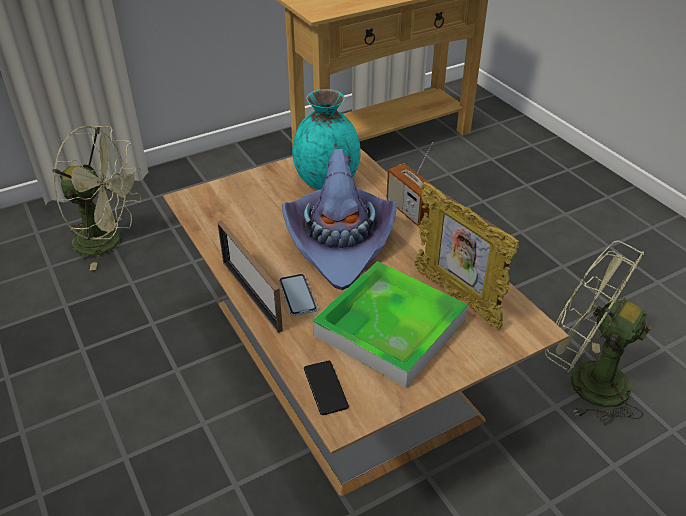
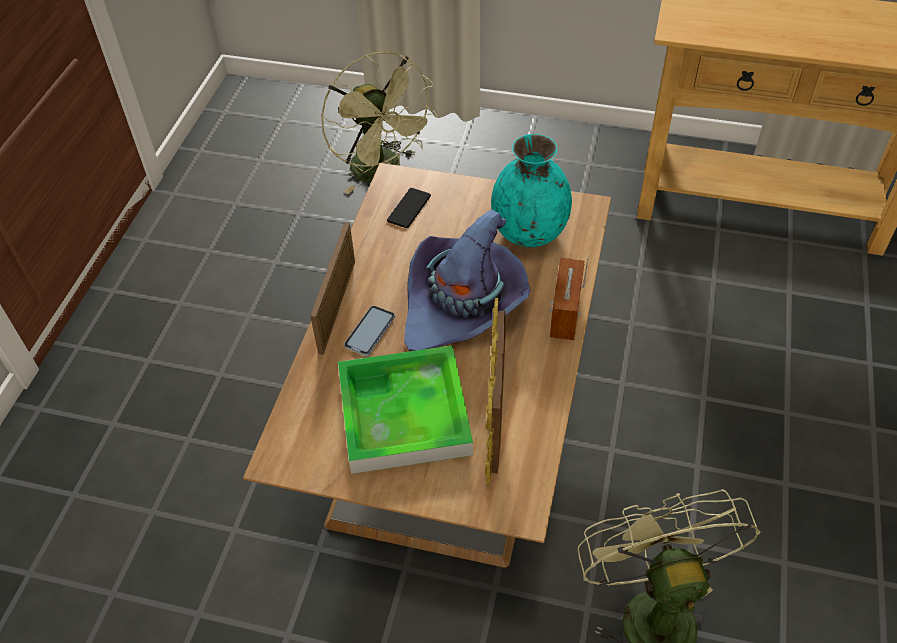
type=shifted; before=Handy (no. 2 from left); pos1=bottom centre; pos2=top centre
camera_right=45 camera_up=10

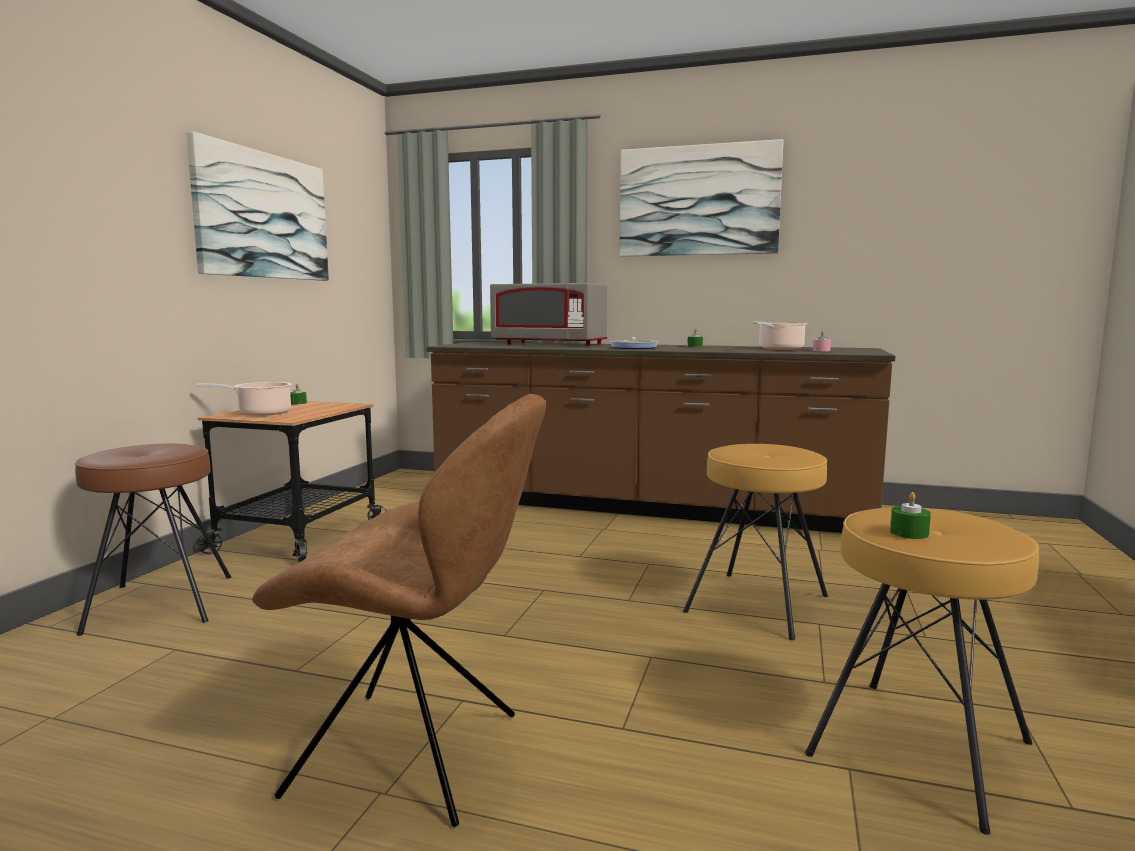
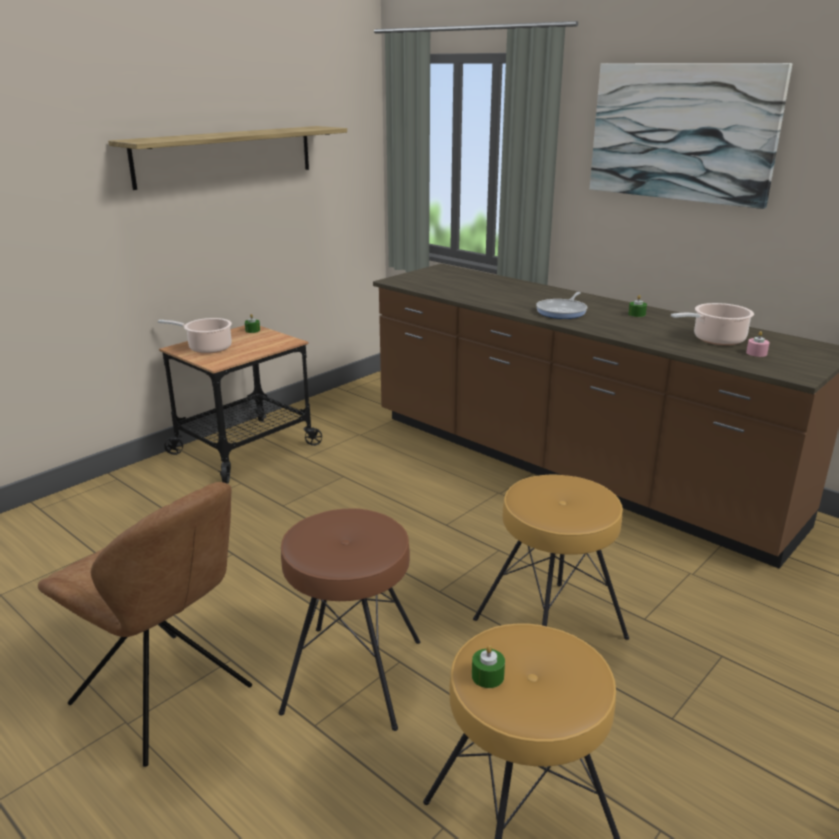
type=swapped; before=Bild (no. 1 from left); after=Wandregal; pos1=top left; pos2=top left
type=gone; before=Mikrowelle/grau; pos1=centre
type=shifted; before=Hocker/braun (no. 1 from left); pos1=middle left; pos2=bottom centre
camera_right=25 camera_up=15

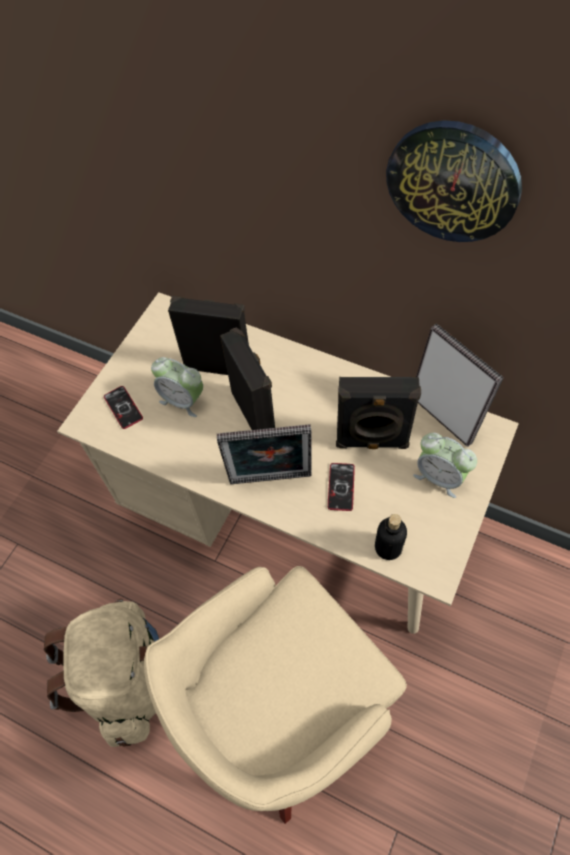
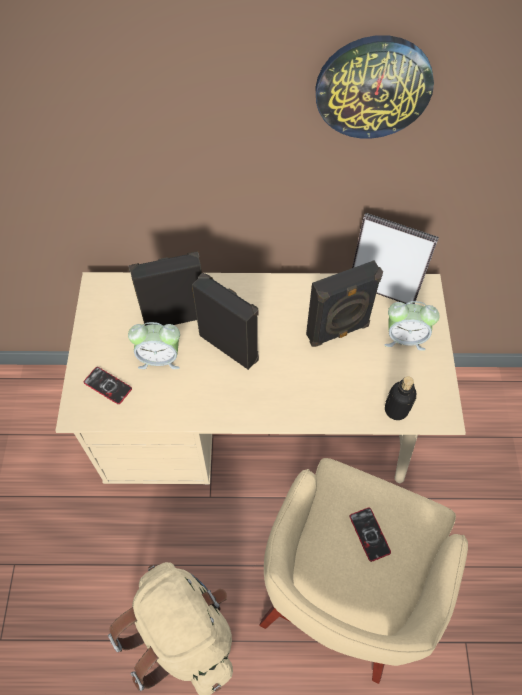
type=gone; before=Bilderrahmen (no. 1 from left); pos1=centre
type=shifted; before=Handy (no. 2 from left); pos1=centre; pos2=bottom right
camera_right=-30 camera_up=0

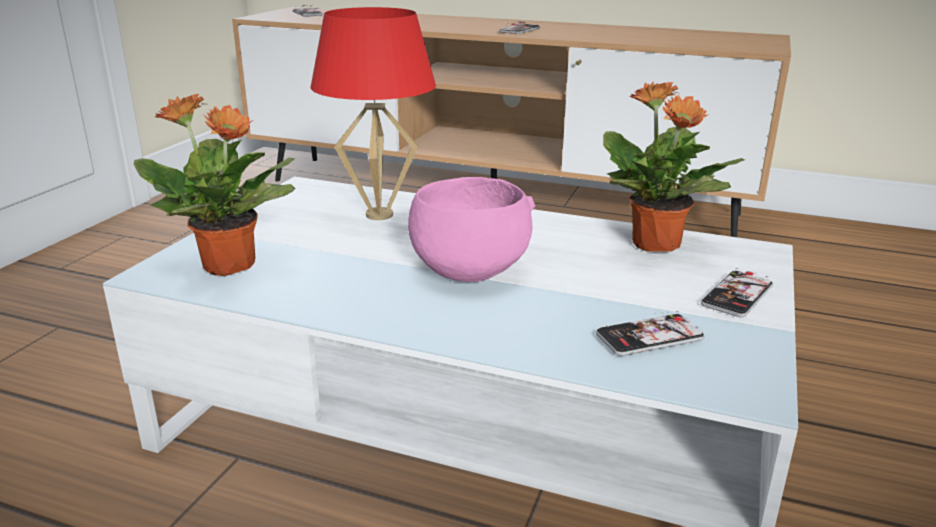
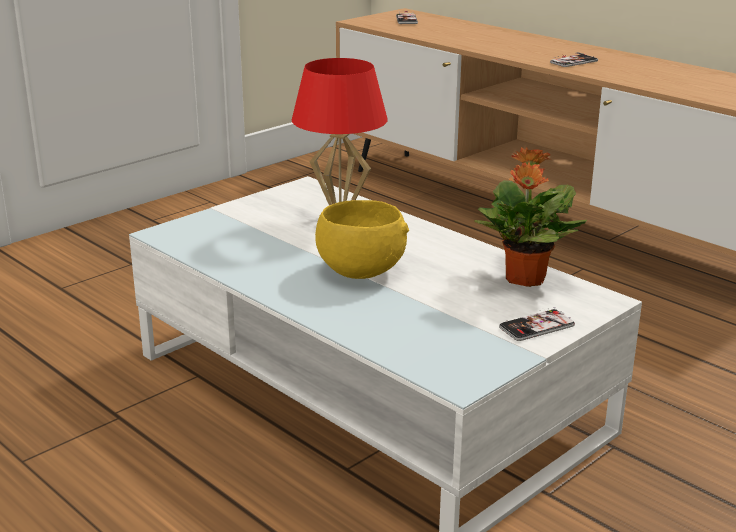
type=gone; before=Topfpflanze (no. 1 from left); pos1=middle left
type=repainted; before=Schüssel/rosa; after=Schüssel/gelb; pos1=centre; pos2=centre
type=gone; before=Handy (no. 3 from left); pos1=middle right
camera_right=25 camera_up=0

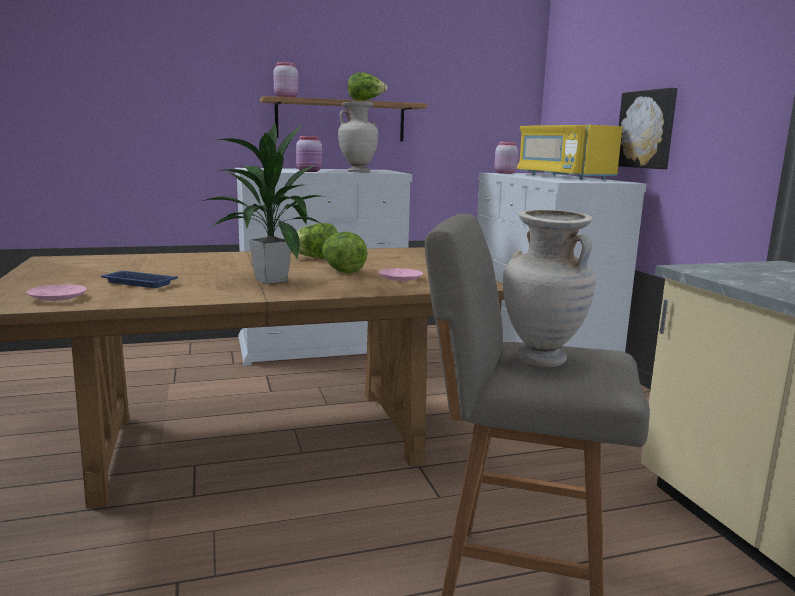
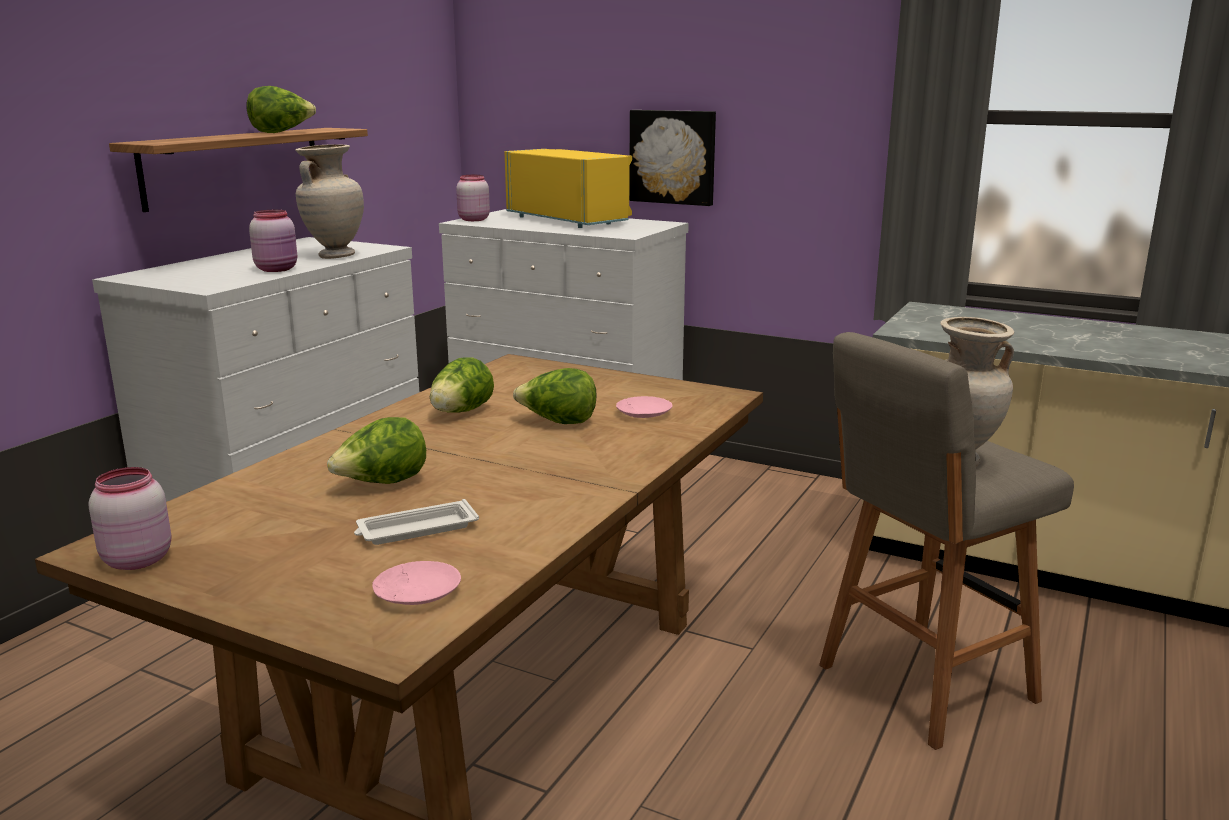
type=shifted; before=Vorratsglas/rosa (no. 1 from left); pos1=top centre; pos2=middle left
type=gone; before=Topfpflanze; pos1=middle left
type=rotated; before=Mikrowelle/gelb; pos1=top right; pos2=top centre; turn=-150
type=repainted; before=Tablett/blau; after=Tablett/weiß; pos1=middle left; pos2=centre
type=new; after=Salatkopf (no. 2 from left); pos2=middle left
camera_right=-45 camera_up=5

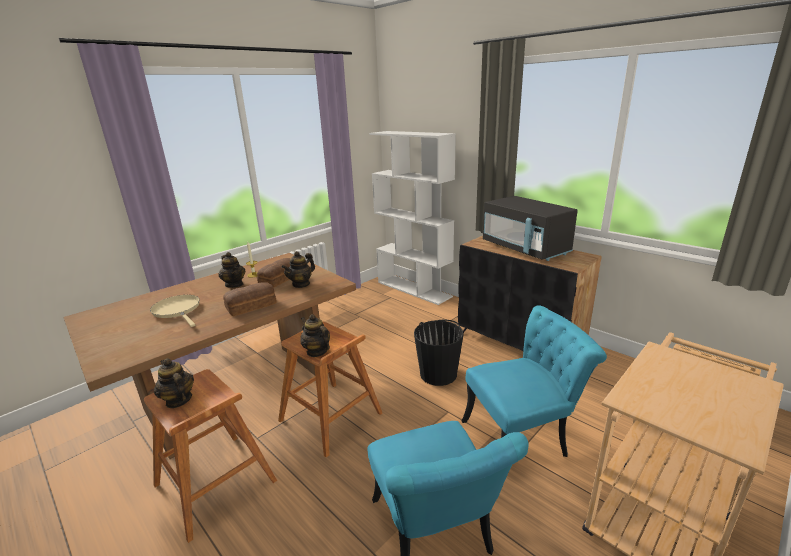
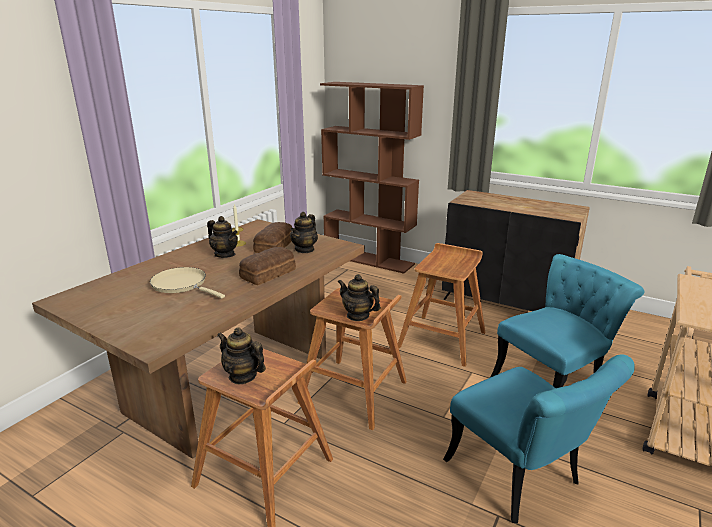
type=repainted; before=Bücherregal/weiß; after=Bücherregal/braun; pos1=centre; pos2=centre
type=gone; before=Mikrowelle/schwarz; pos1=middle right
type=swapped; before=Eimer/schwarz; after=Hocker/braun (no. 3 from left); pos1=centre; pos2=centre
camera_right=-15 camera_up=0

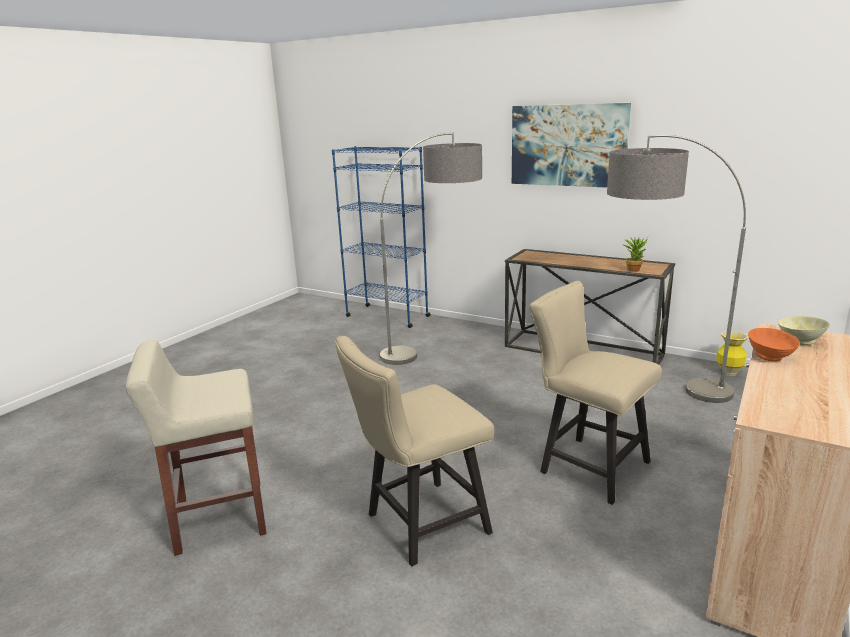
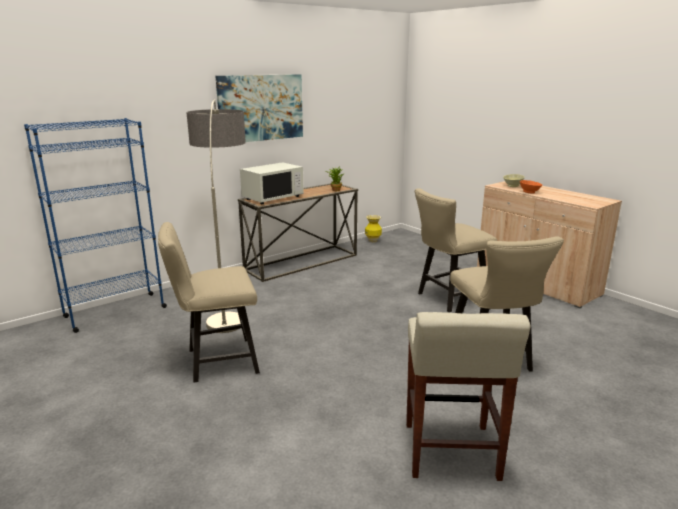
type=gone; before=Stehlampe (no. 2 from left); pos1=middle right
type=new; after=Mikrowelle/weiß; pos2=centre
type=new; after=Stuhl/beige (no. 1 from left); pos2=middle left
camera_right=-70 camera_up=0

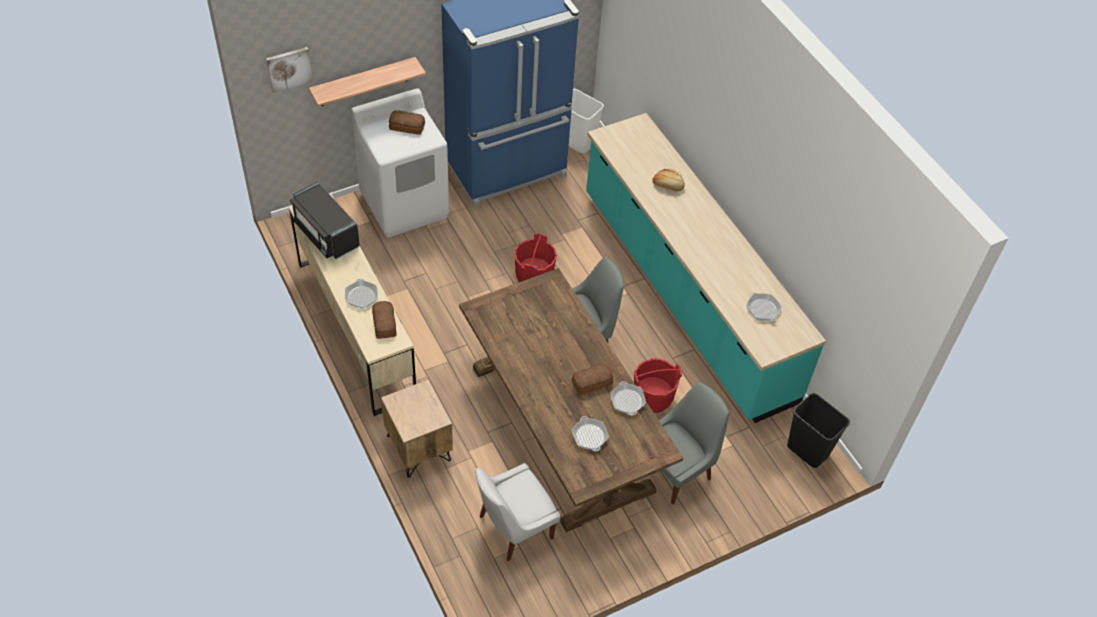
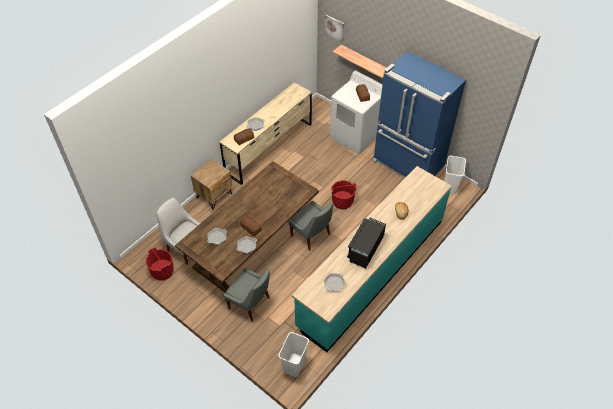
type=shifted; before=Mikrowelle/schwarz; pos1=middle left; pos2=centre
type=shifted; before=Eimer/rot (no. 2 from left in the first image); after=Eimer/rot (no. 1 from left); pos1=centre; pos2=middle left
type=repainted; before=Mülleimer/schwarz; after=Mülleimer/weiß (no. 1 from left); pos1=bottom right; pos2=bottom centre
camera_right=70 camera_up=0

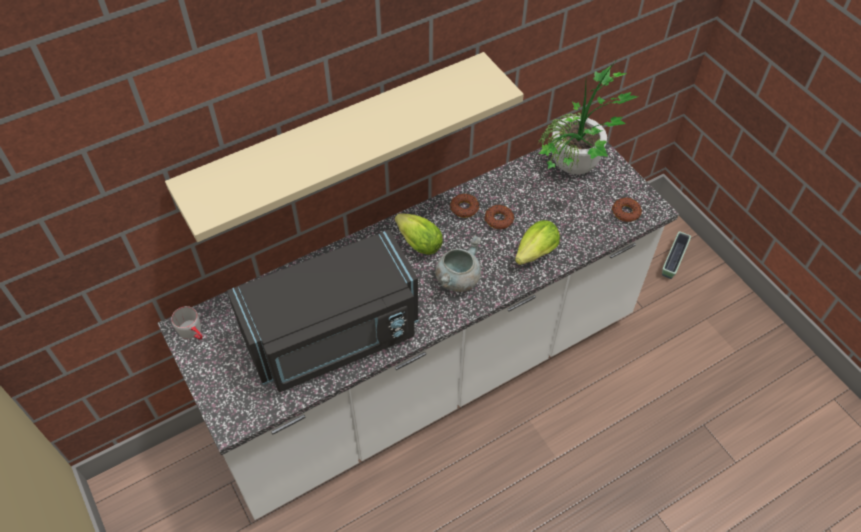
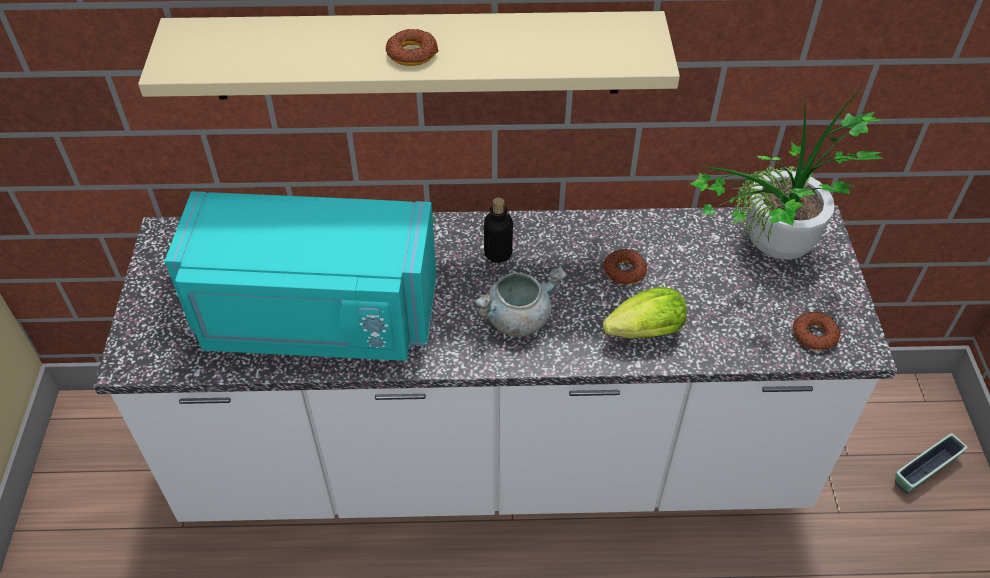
type=shifted; before=Donut (no. 1 from left); pos1=centre; pos2=top centre
type=swapped; before=Salatkopf (no. 1 from left); after=Flasche; pos1=centre; pos2=centre
type=repainted; before=Mikrowelle/schwarz; after=Mikrowelle/türkis; pos1=centre; pos2=middle left
type=gone; before=Henkelbecher/grau; pos1=middle left
camera_right=30 camera_up=-5

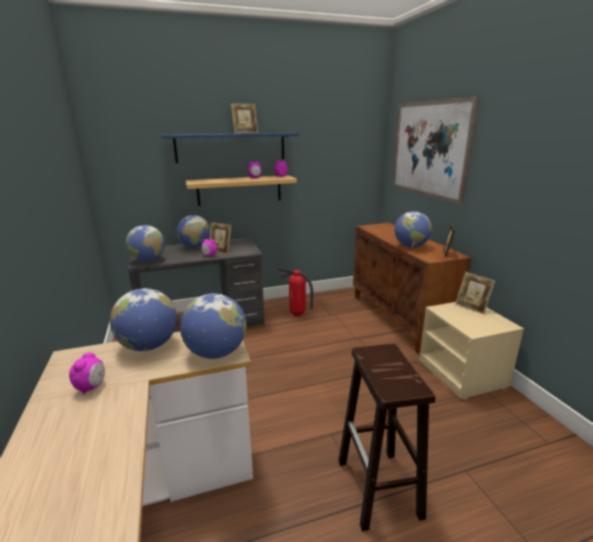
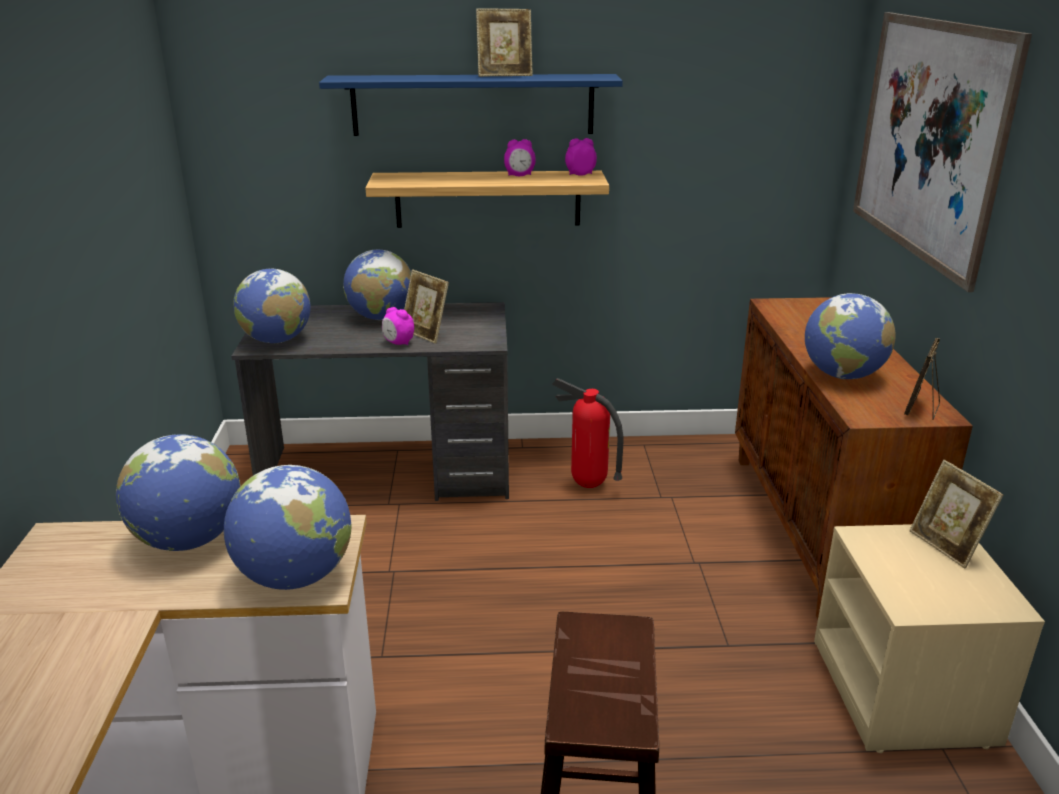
type=gone; before=Wecker (no. 1 from left); pos1=bottom left
camera_right=15 camera_up=5

